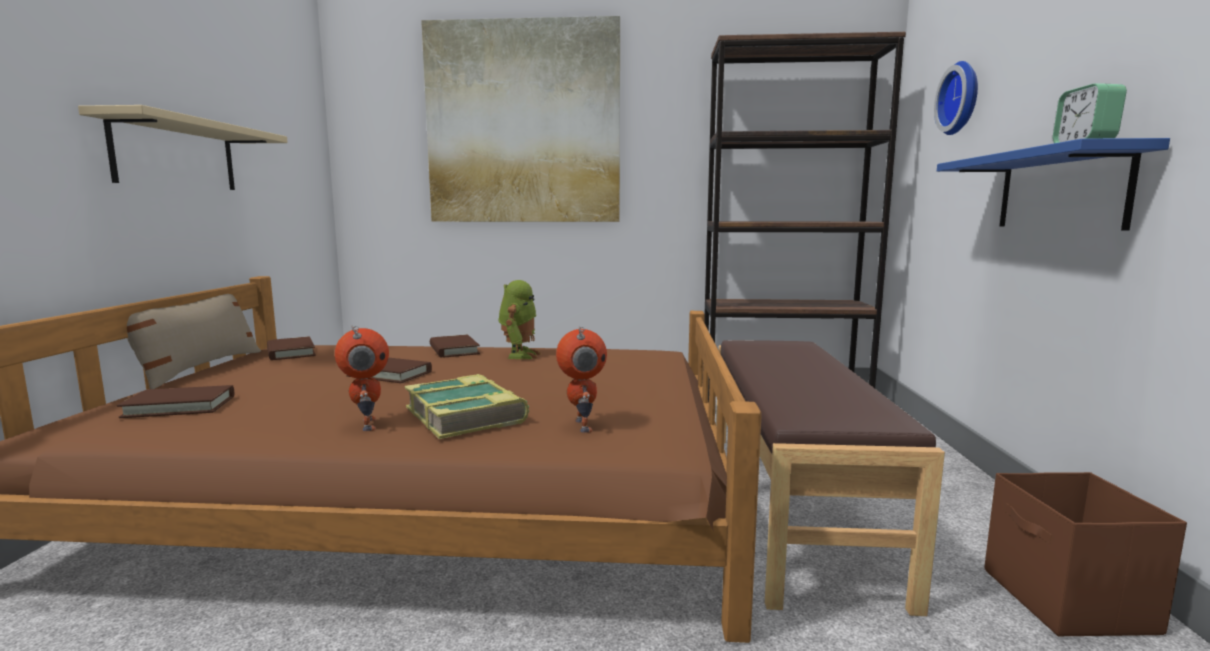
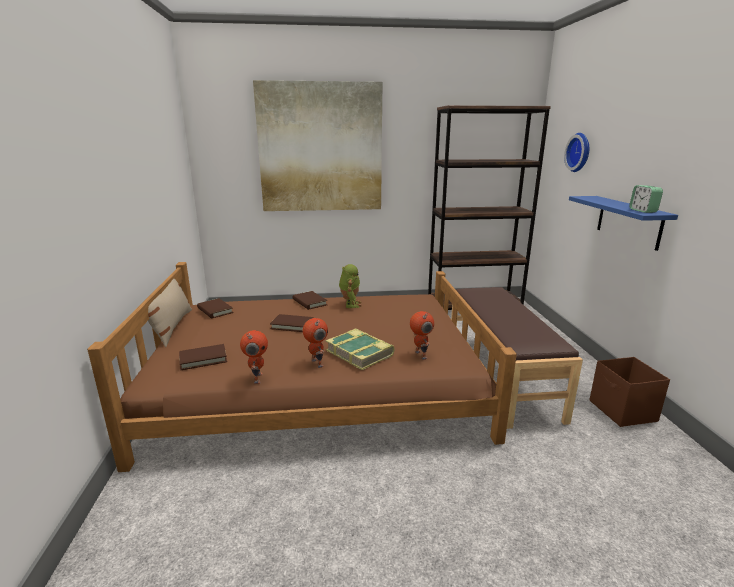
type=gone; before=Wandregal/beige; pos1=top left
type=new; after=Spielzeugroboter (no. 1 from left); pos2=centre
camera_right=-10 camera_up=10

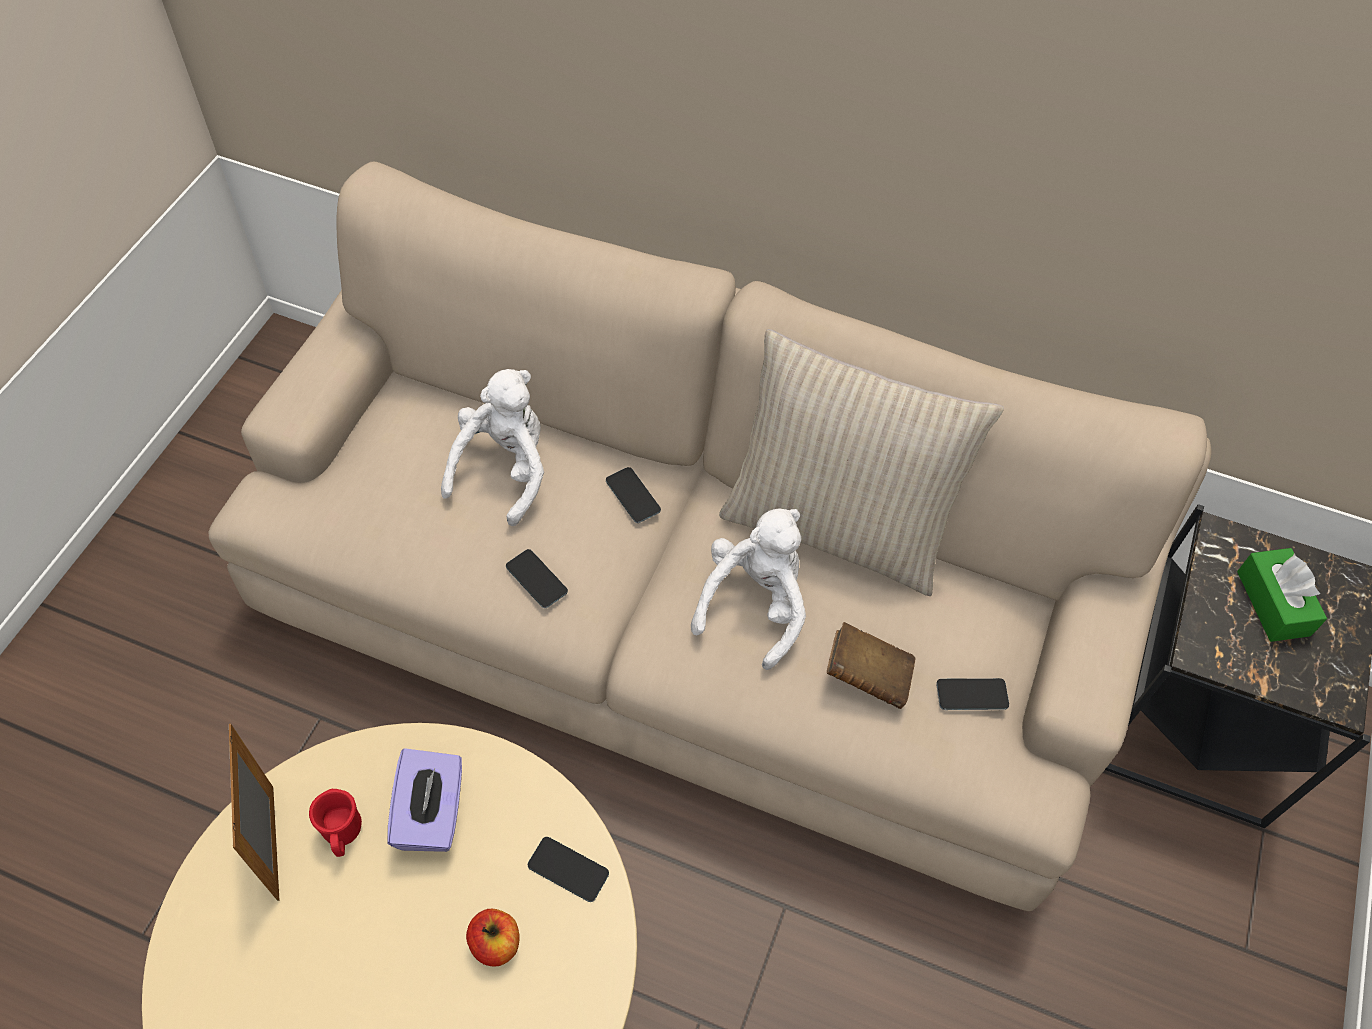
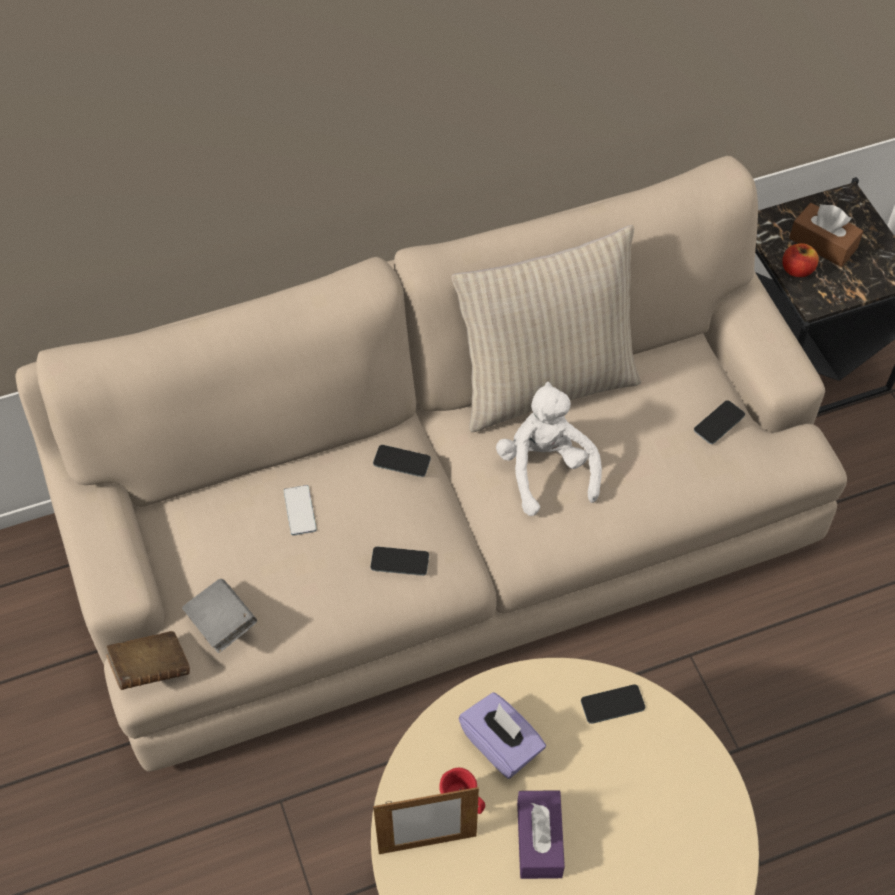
type=swapped; before=Plüschtier/weiß (no. 1 from left); after=Handy (no. 1 from left); pos1=centre; pos2=centre
type=repainted; before=Taschentuchbox/grün; after=Taschentuchbox/braun; pos1=middle right; pos2=top right
type=shifted; before=Buch/braun; pos1=centre; pos2=bottom left
type=rotated; before=Bilderrahmen; pos1=bottom left; pos2=bottom centre; turn=-45
type=shifted; before=Apfel; pos1=bottom centre; pos2=top right
type=new; after=Buch/grau; pos2=bottom left
type=new; after=Taschentuchbox/lila (no. 2 from left); pos2=bottom centre
camera_right=-40 camera_up=0

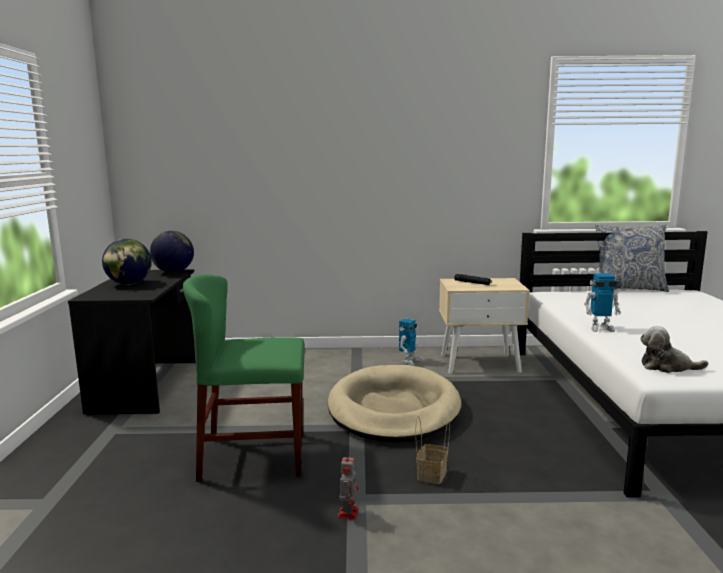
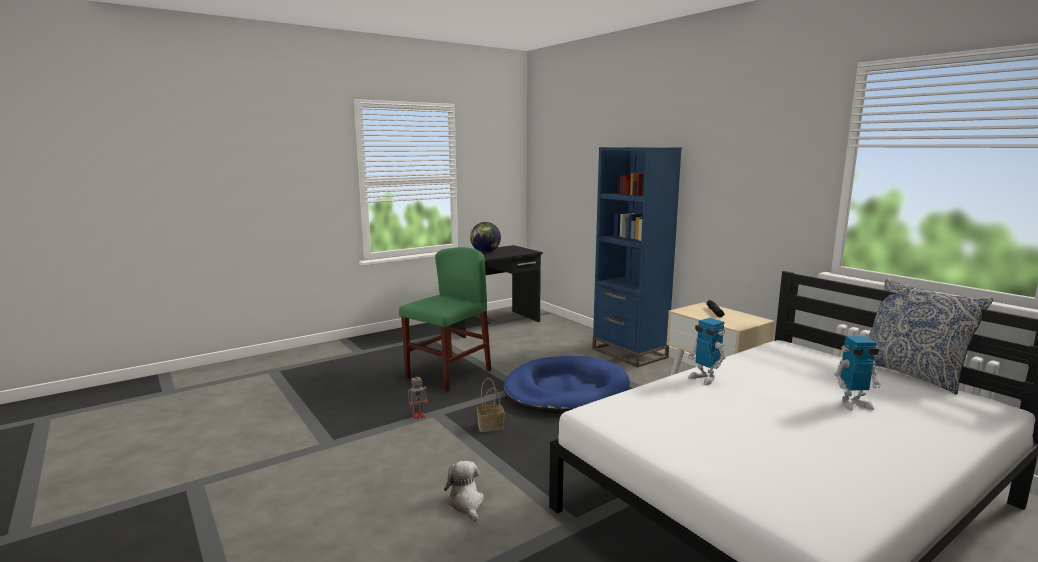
type=gone; before=Globus (no. 2 from left); pos1=middle left
type=rotated; before=Stuhl/grün; pos1=centre; pos2=centre; turn=75
type=shifted; before=Spielzeugroboter (no. 2 from left in the first image); after=Spielzeugroboter (no. 3 from left); pos1=centre; pos2=middle right
type=shifted; before=Plüschtier; pos1=middle right; pos2=bottom centre
type=repainted; before=Hundebett/beige; after=Hundebett/blau; pos1=bottom centre; pos2=bottom centre
type=new; after=Bücherregal/blau; pos2=centre
camera_right=55 camera_up=0

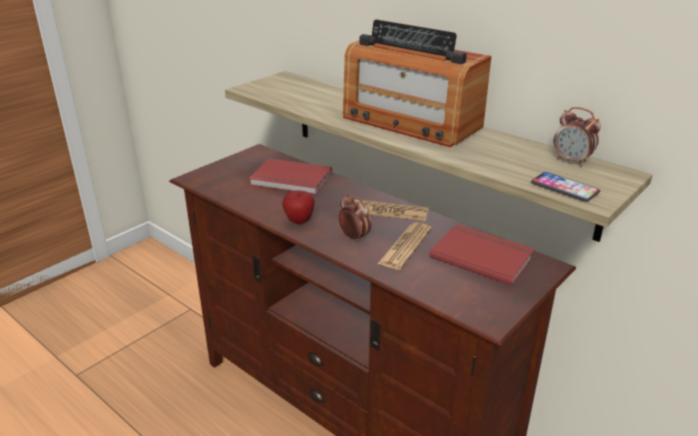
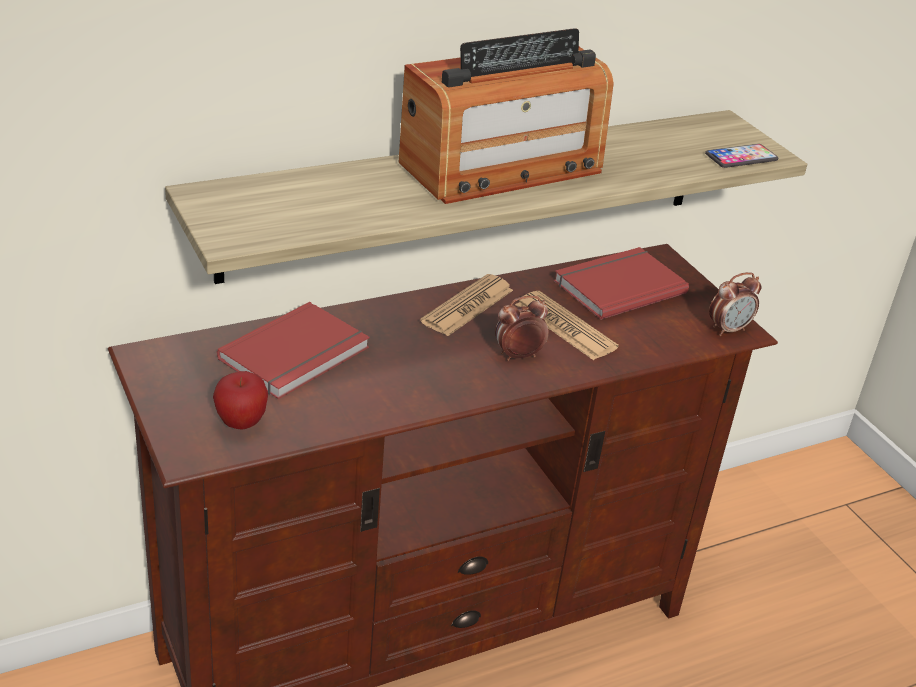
type=shifted; before=Wecker (no. 2 from left); pos1=top right; pos2=middle right
type=shifted; before=Apfel; pos1=centre; pos2=middle left
camera_right=-70 camera_up=5

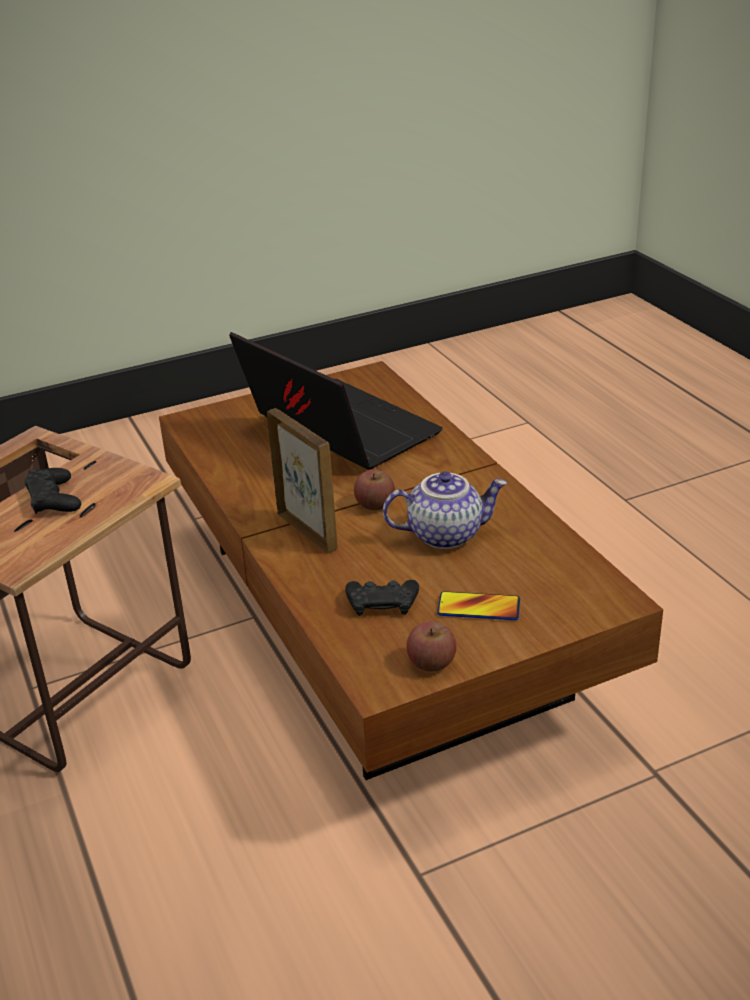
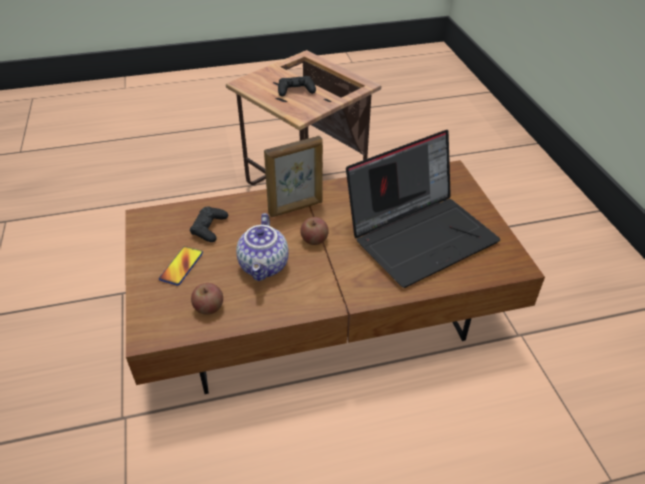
type=shifted; before=Apfel (no. 2 from left in the first image); after=Apfel (no. 1 from left); pos1=centre; pos2=middle left
camera_right=100 camera_up=10

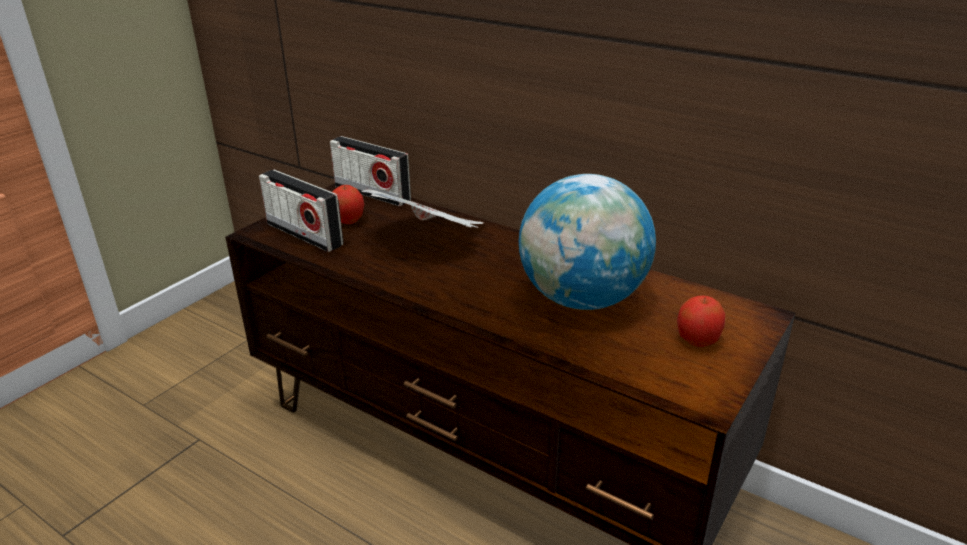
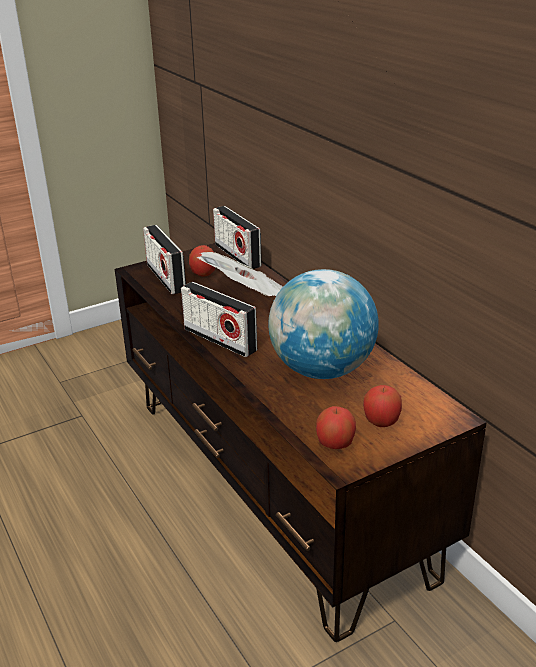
type=new; after=Radio (no. 2 from left); pos2=centre
type=new; after=Apfel (no. 2 from left); pos2=centre
camera_right=25 camera_up=0

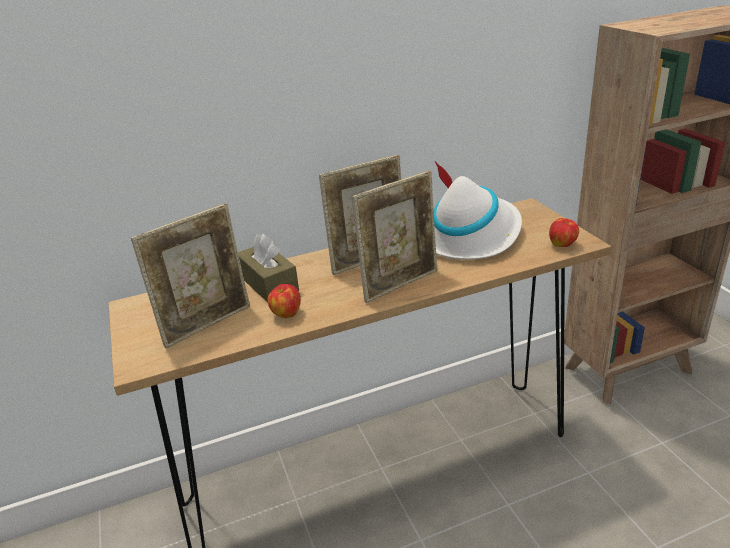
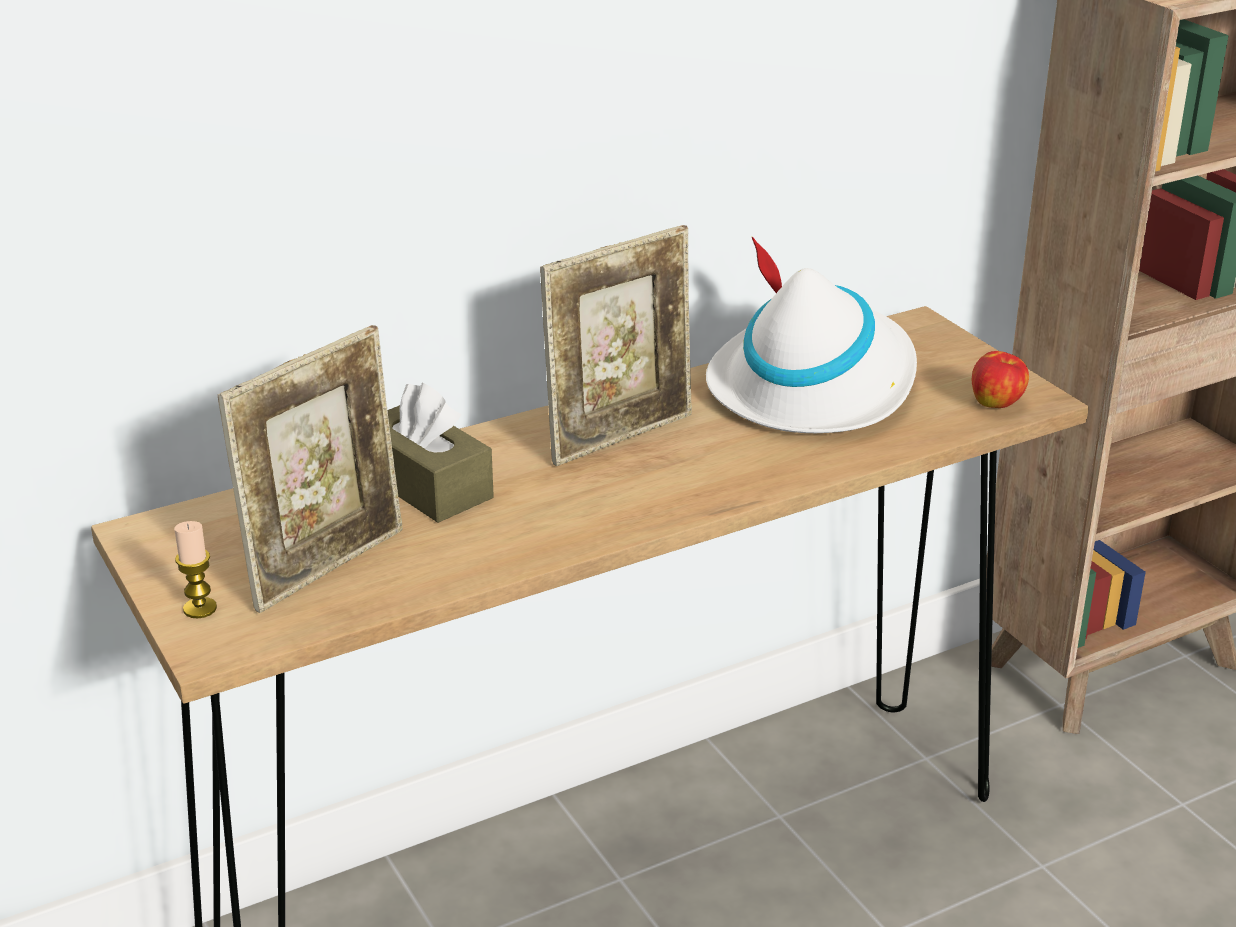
type=gone; before=Bilderrahmen (no. 3 from left); pos1=centre
type=gone; before=Apfel (no. 1 from left); pos1=centre
type=new; after=Kerze; pos2=middle left
camera_right=-10 camera_up=0

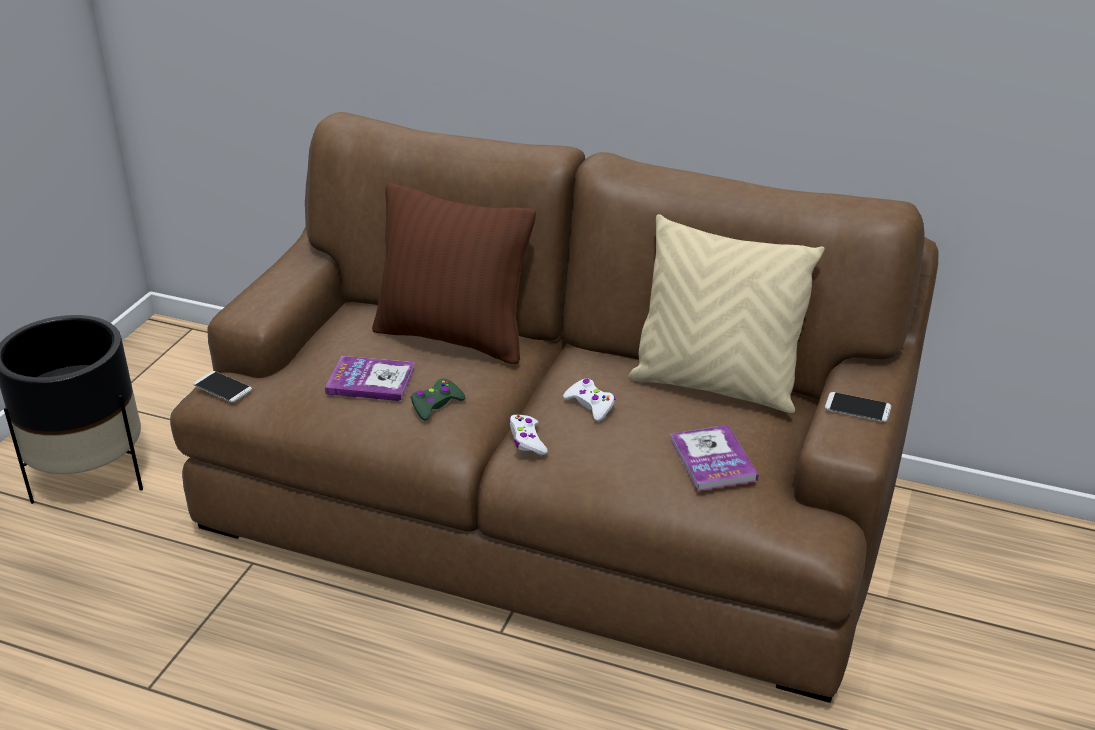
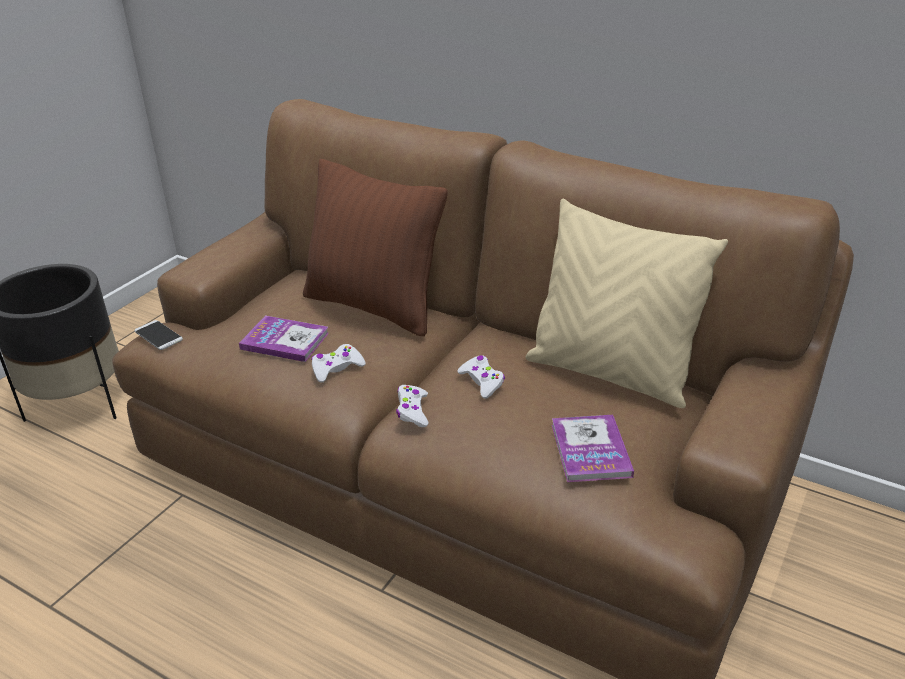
type=repainted; before=Gamepad/grün; after=Gamepad/weiß (no. 1 from left); pos1=centre; pos2=centre
type=gone; before=Handy (no. 2 from left); pos1=middle right
camera_right=10 camera_up=0

